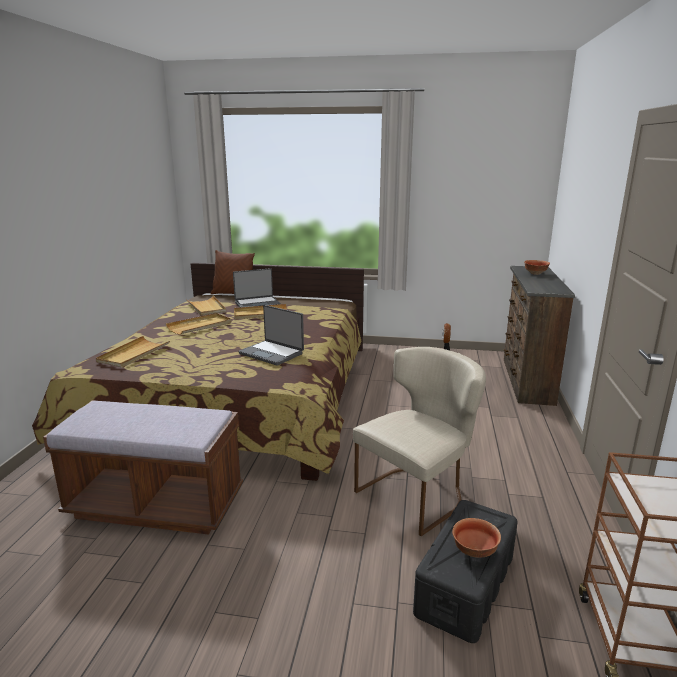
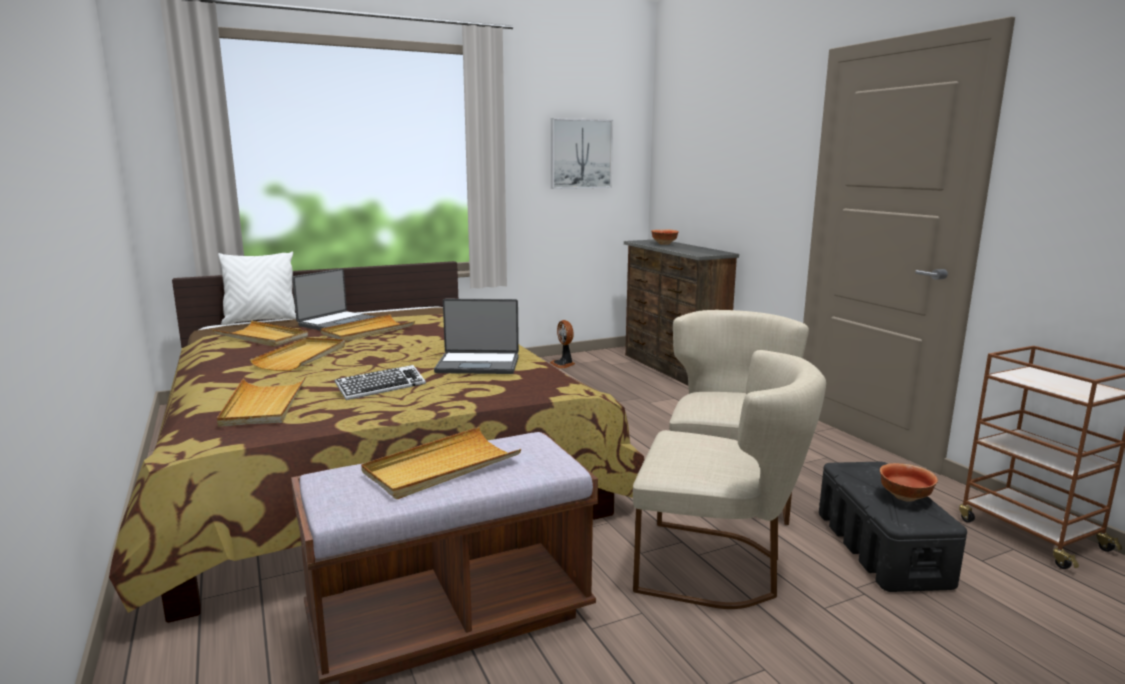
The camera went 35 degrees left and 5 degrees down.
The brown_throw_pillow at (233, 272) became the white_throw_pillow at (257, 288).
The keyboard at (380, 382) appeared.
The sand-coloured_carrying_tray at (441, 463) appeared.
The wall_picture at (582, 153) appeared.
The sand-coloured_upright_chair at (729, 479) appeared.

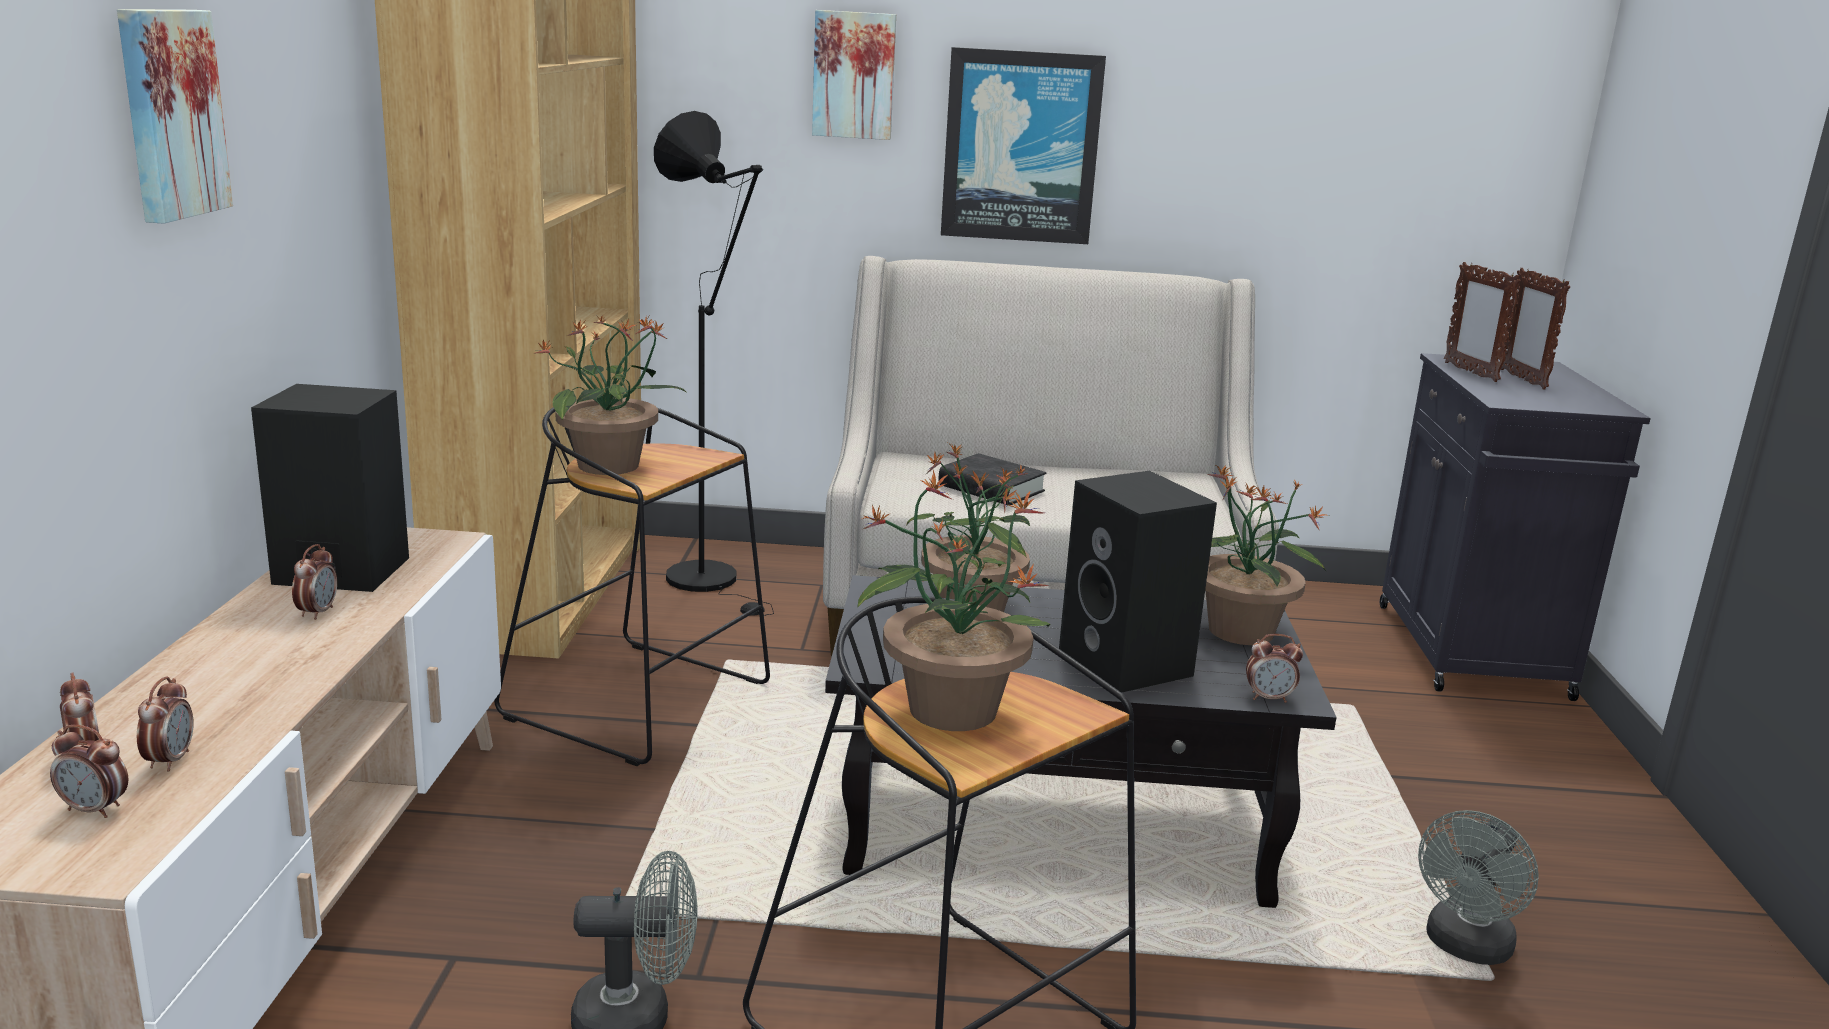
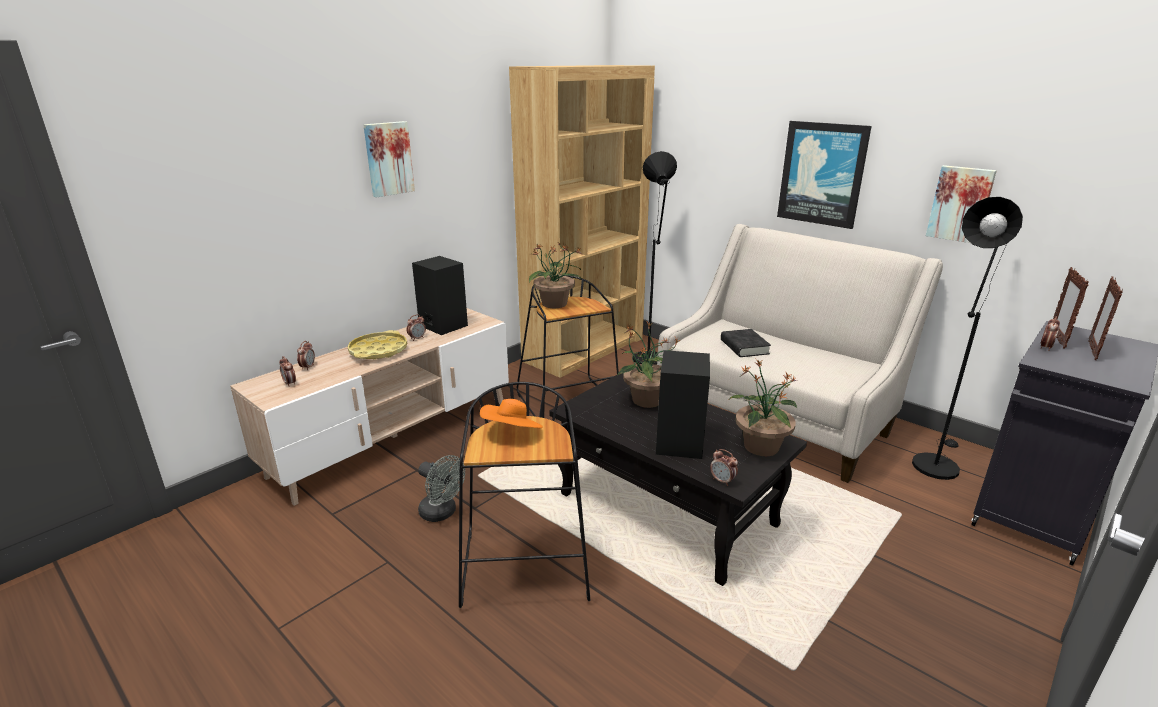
The camera went 40 degrees right and 5 degrees up.
The yellow_carrying_tray at (377, 344) appeared.
The potted_plant at (953, 600) was replaced by the orange-coloured_hat at (511, 413).
The black-coloured_standing_lamp at (967, 338) appeared.
The wall_picture moved from (854, 75) to (961, 204).
The alarm_clock moved from (165, 724) to (1050, 333).
The gray_electric_fan at (1478, 887) disappeared.

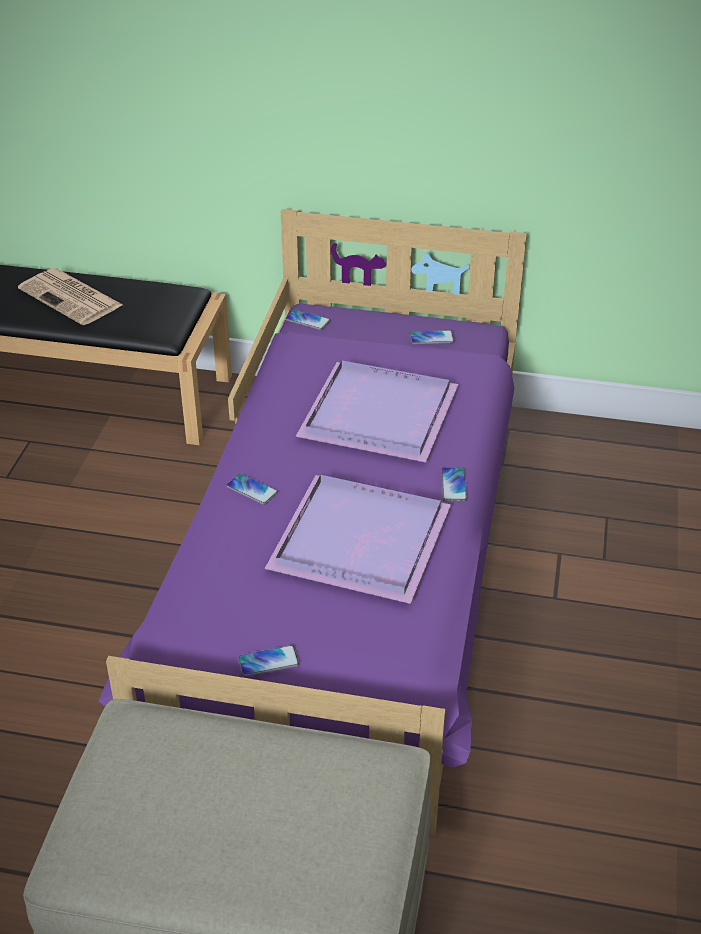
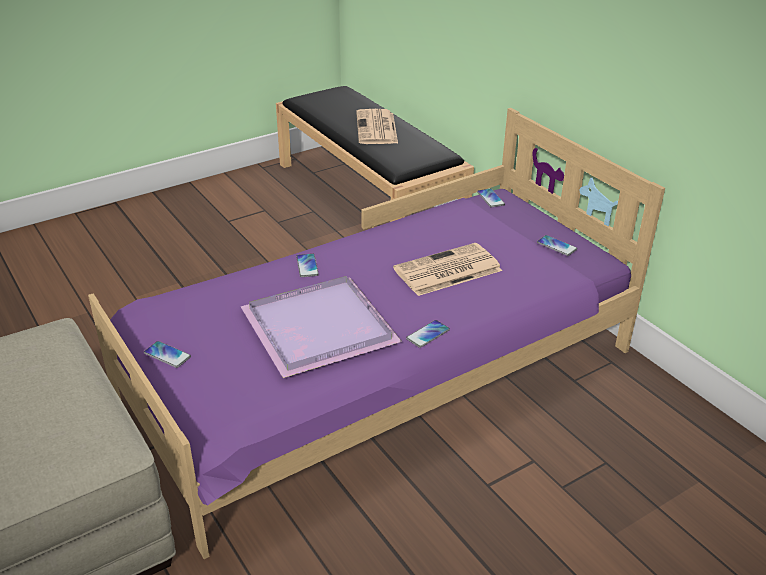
The camera went 45 degrees right and 5 degrees down.
The purplish_carrying_tray at (377, 411) was replaced by the daily_paper at (447, 269).

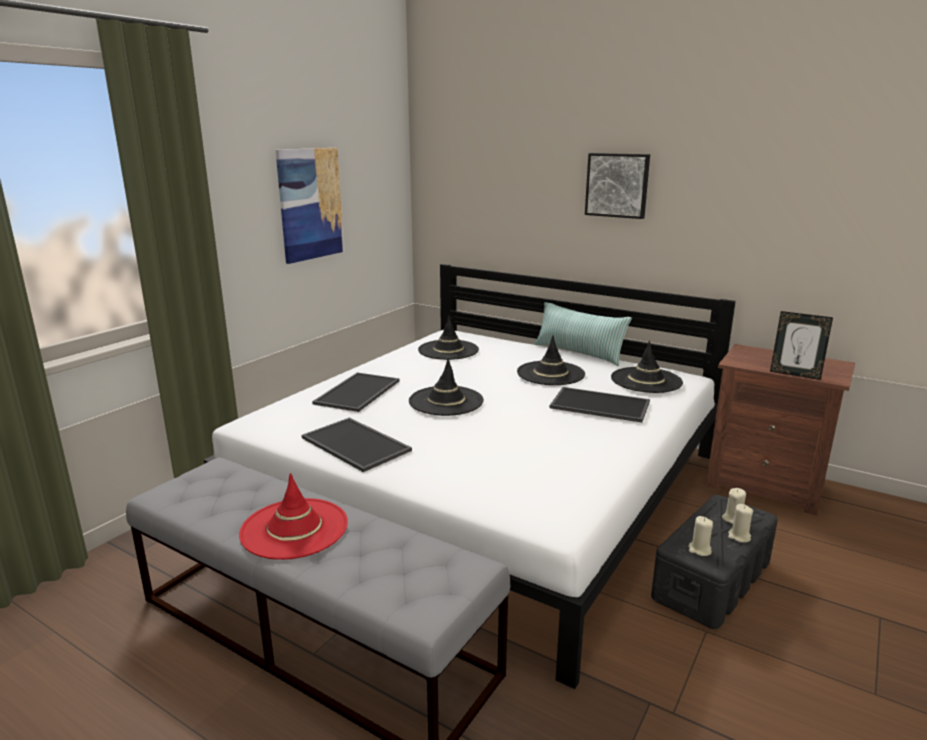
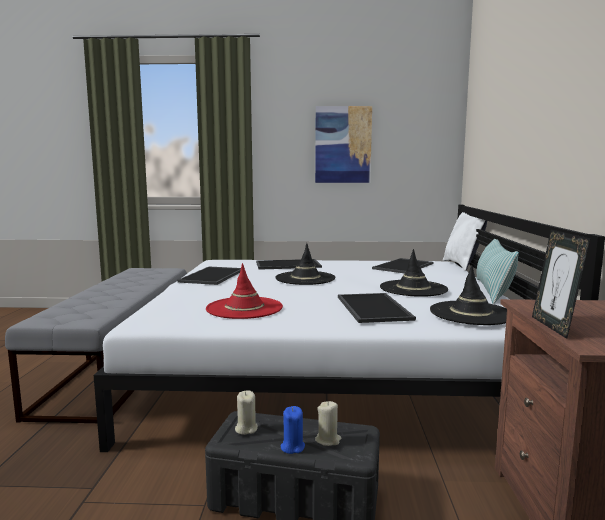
The camera went 60 degrees right and 10 degrees down.
The reddish_hat moved from (293, 516) to (244, 291).
The sand-coloured_wax_candle at (740, 523) became the blue_wax_candle at (293, 430).
The black-coloured_hat at (448, 337) was replaced by the carrying_tray at (402, 265).
The white_throw_pillow at (465, 241) appeared.
The wall_picture at (617, 186) disappeared.

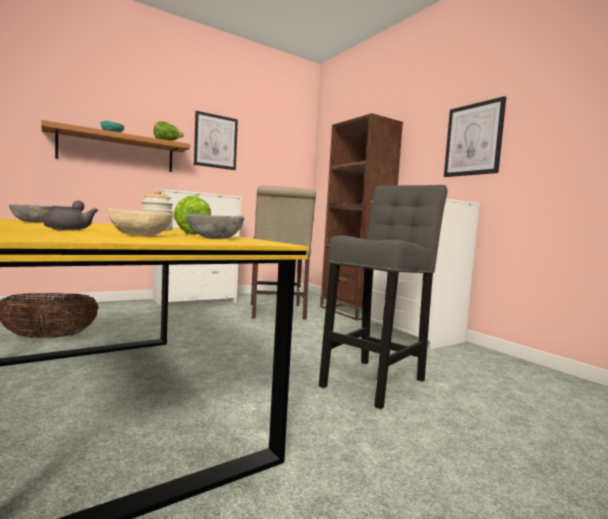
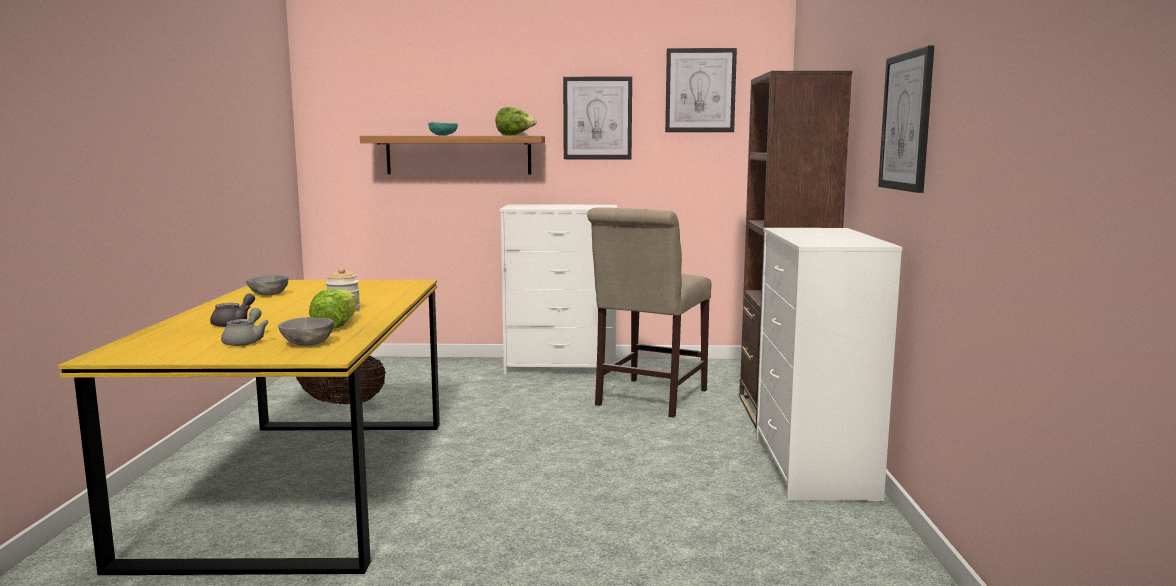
The camera went 35 degrees right and 5 degrees up.
The sand-coloured_bowl at (140, 221) was replaced by the gray_teapot at (245, 327).
The wall_picture at (701, 90) appeared.
The gray_sitting_stool at (383, 297) disappeared.

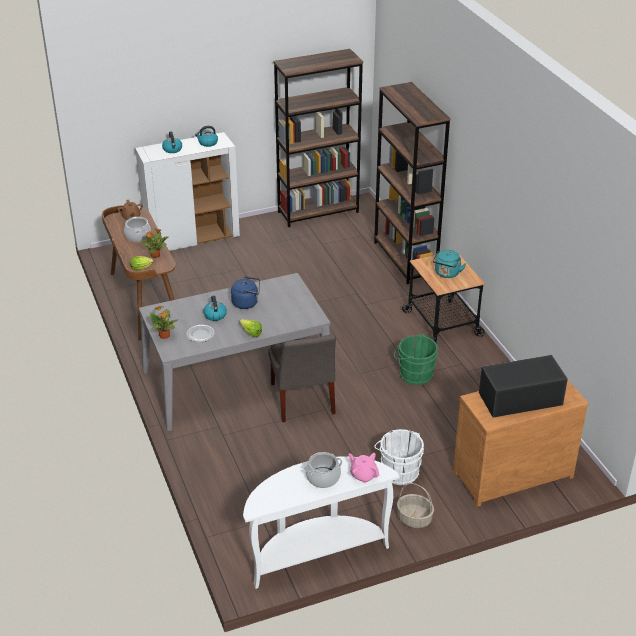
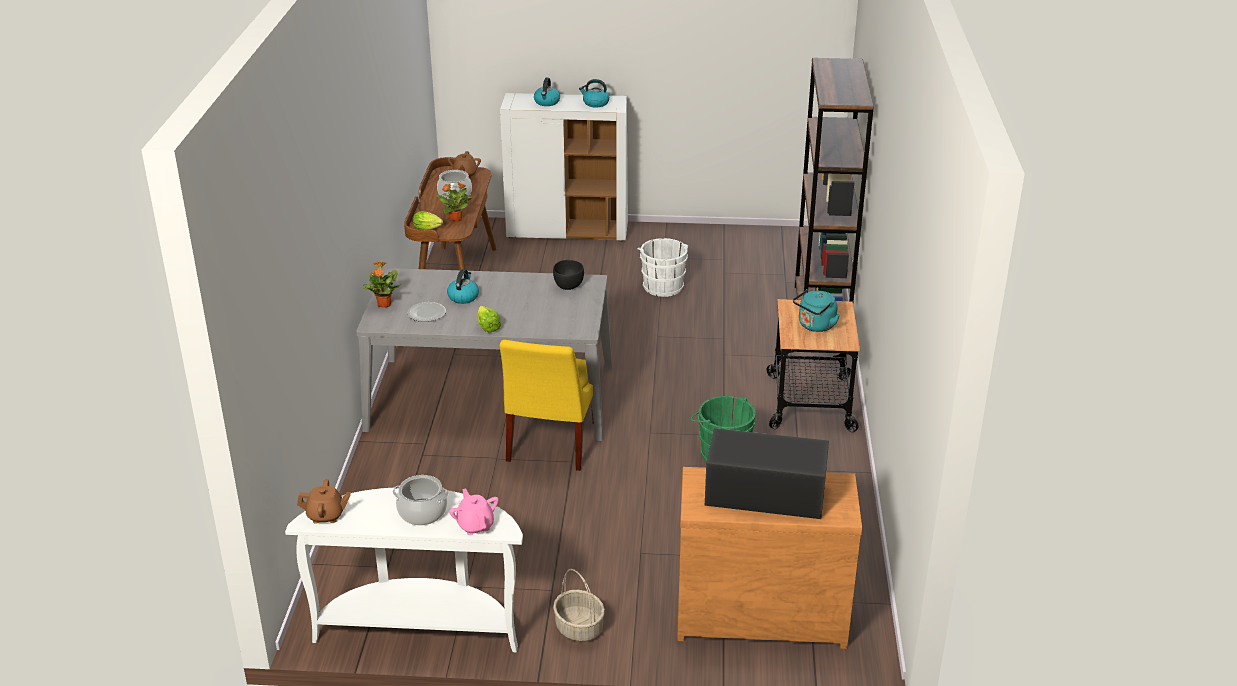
The camera went 25 degrees right and 5 degrees down.
The brown_teapot at (324, 501) appeared.
The gray_upright_chair at (302, 378) became the yellow_upright_chair at (547, 405).
The black-coloured_bowl at (568, 275) appeared.
The white_pail moved from (399, 457) to (662, 267).
The blue_water_kettle at (245, 292) disappeared.
The brown_bookshelf at (318, 138) disappeared.

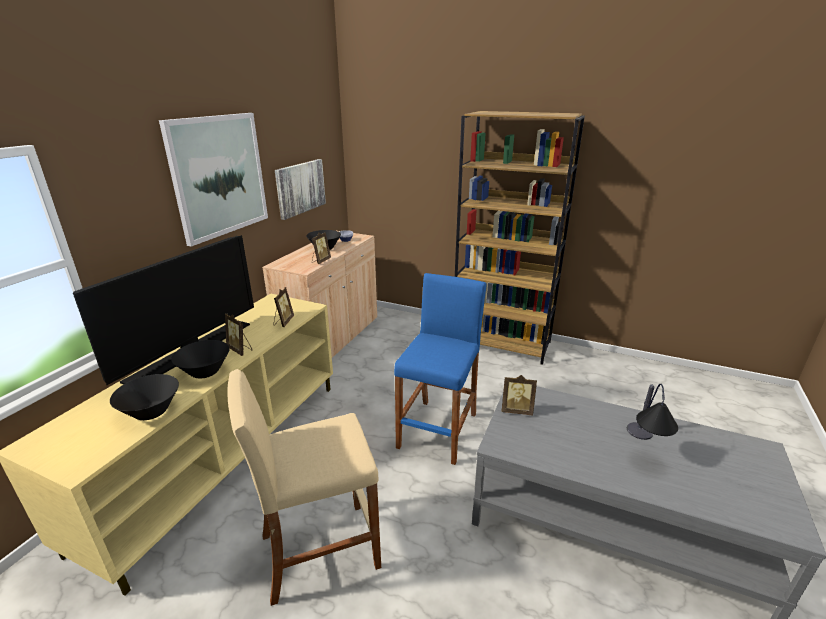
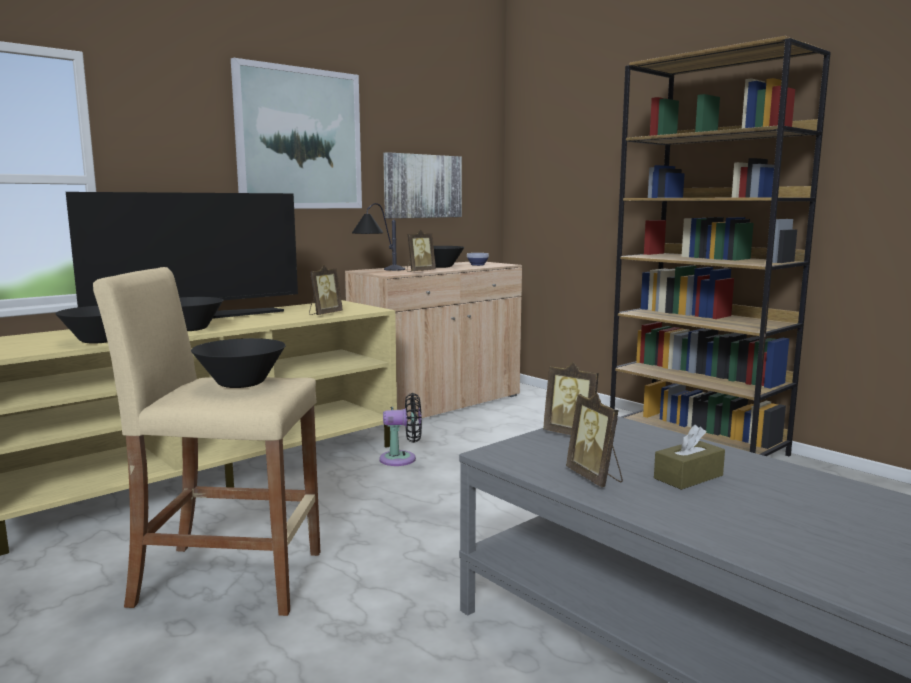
The camera went 25 degrees right and 15 degrees down.
The black-coloured_bowl at (238, 363) appeared.
The lamp_for_a_table moved from (652, 411) to (378, 237).
The black-coloured_electric_fan at (400, 429) appeared.
The picture_frame moved from (239, 335) to (594, 440).
The brown_box_of_tissues at (689, 457) appeared.
The blue_sitting_stool at (440, 369) disappeared.

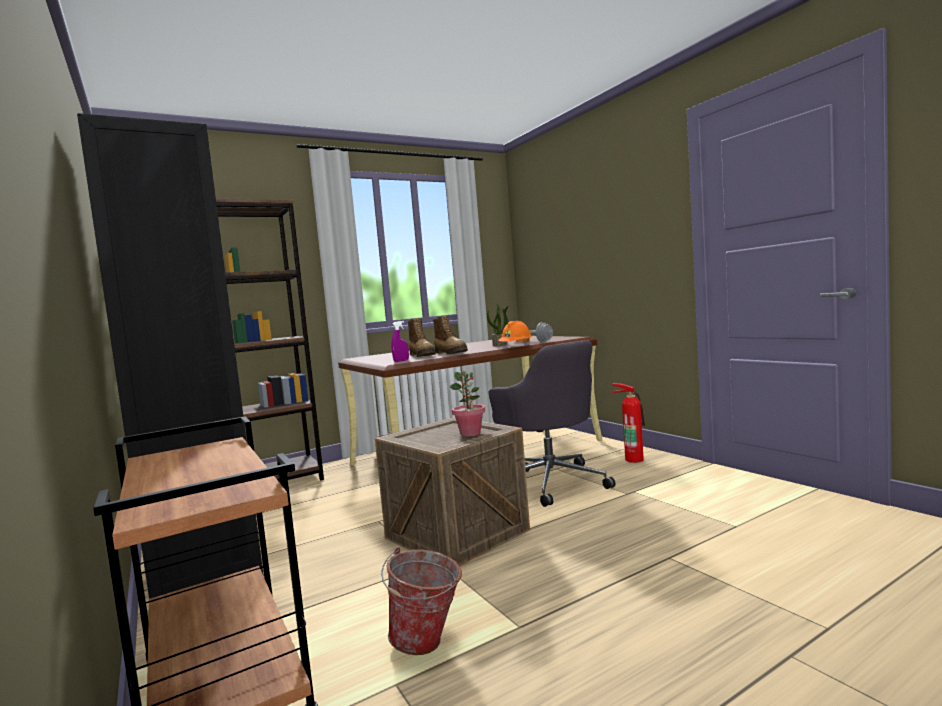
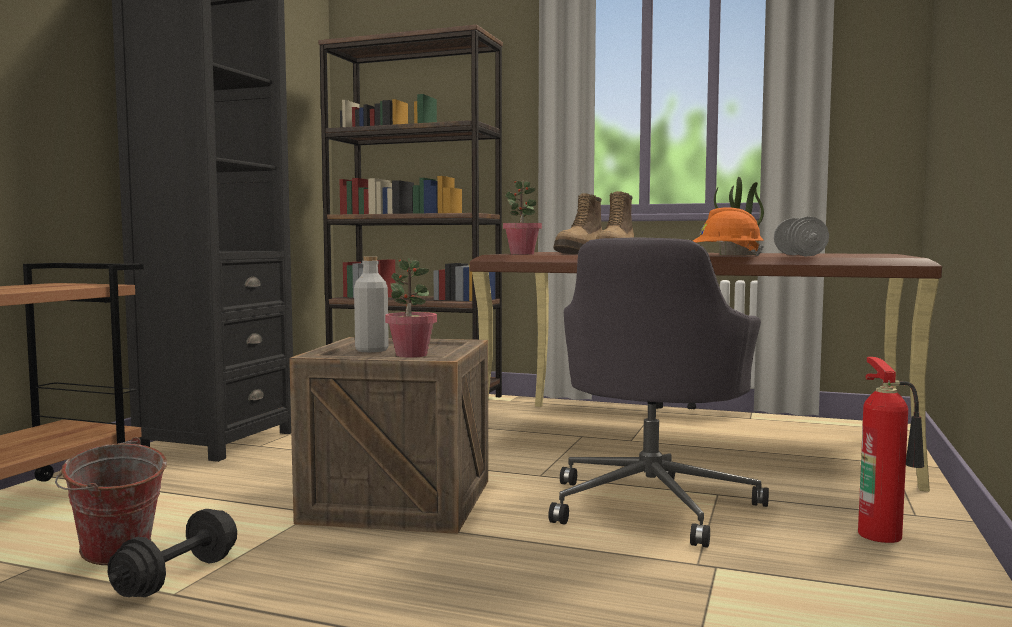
The camera went 50 degrees right and 0 degrees up.
The black-coloured_hand_weight at (172, 553) appeared.
The gray_beverage_bottle at (371, 304) appeared.
The purplish_sprayer at (400, 341) was replaced by the potted_plant at (522, 217).

